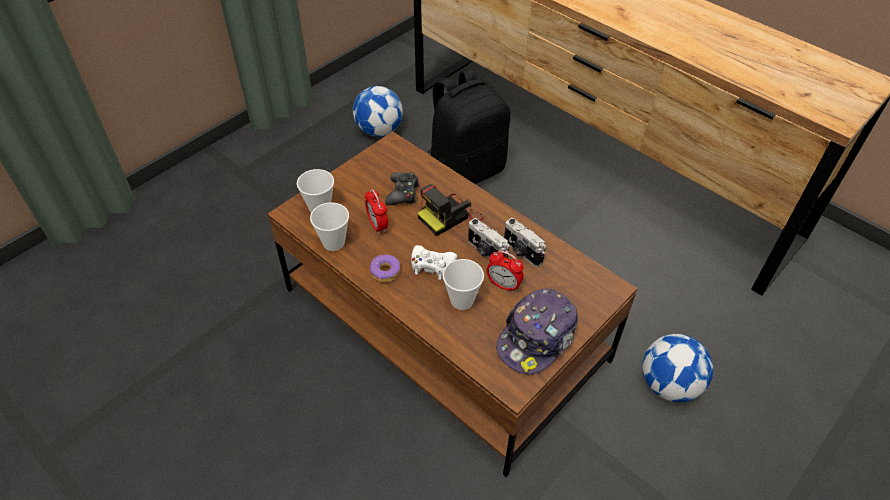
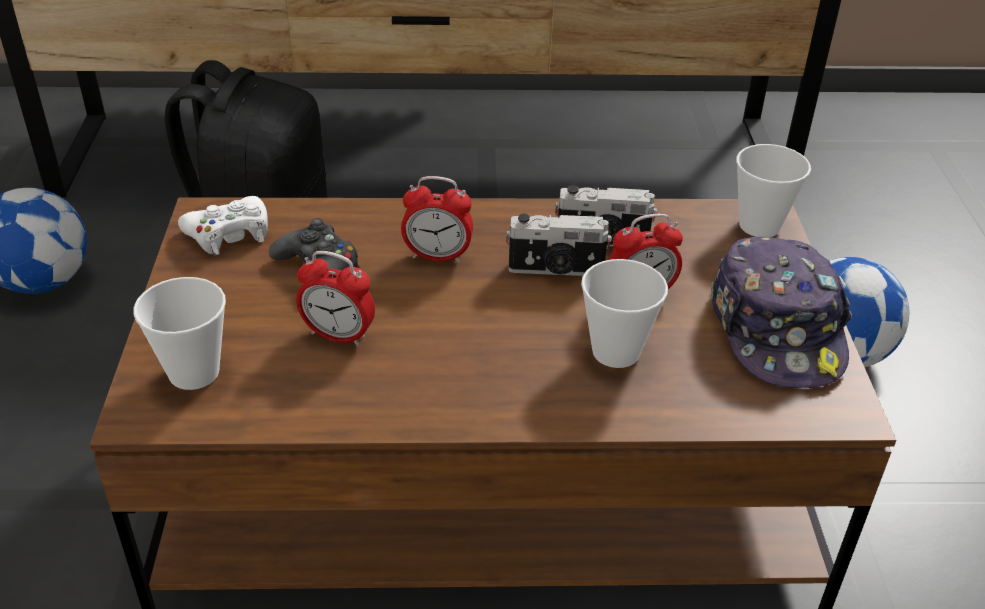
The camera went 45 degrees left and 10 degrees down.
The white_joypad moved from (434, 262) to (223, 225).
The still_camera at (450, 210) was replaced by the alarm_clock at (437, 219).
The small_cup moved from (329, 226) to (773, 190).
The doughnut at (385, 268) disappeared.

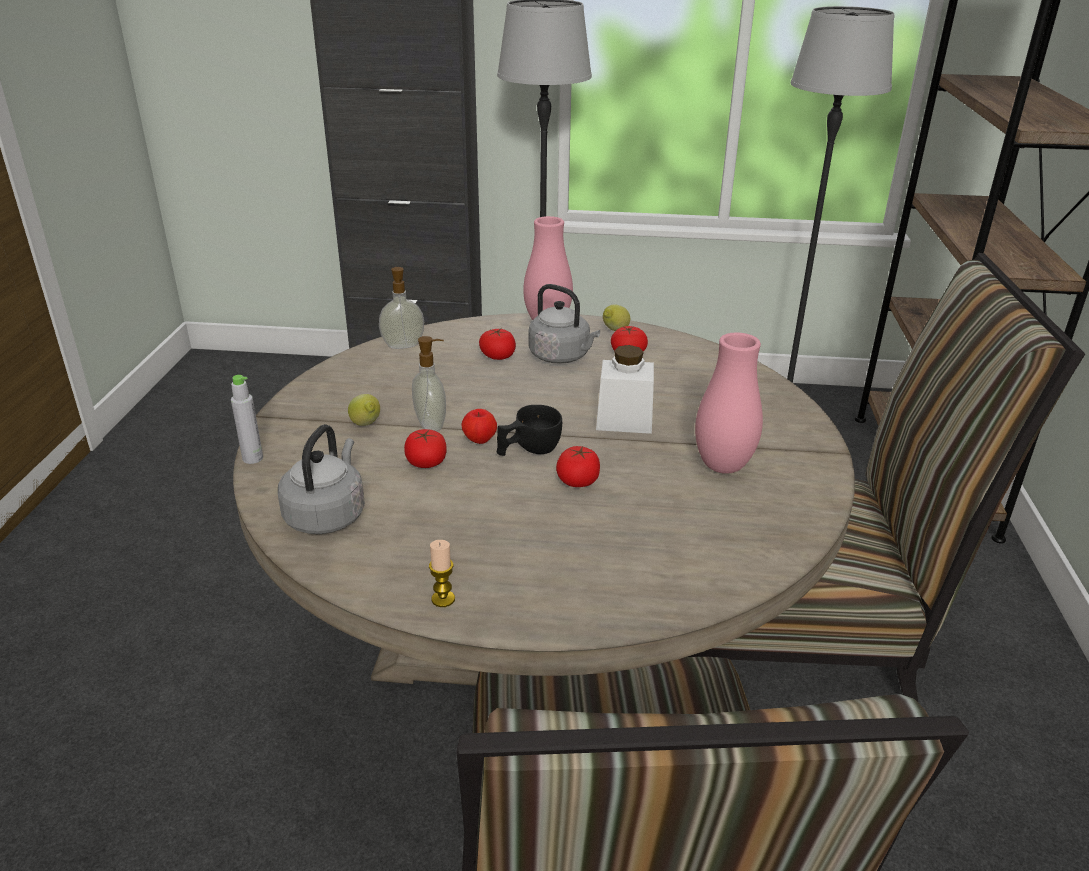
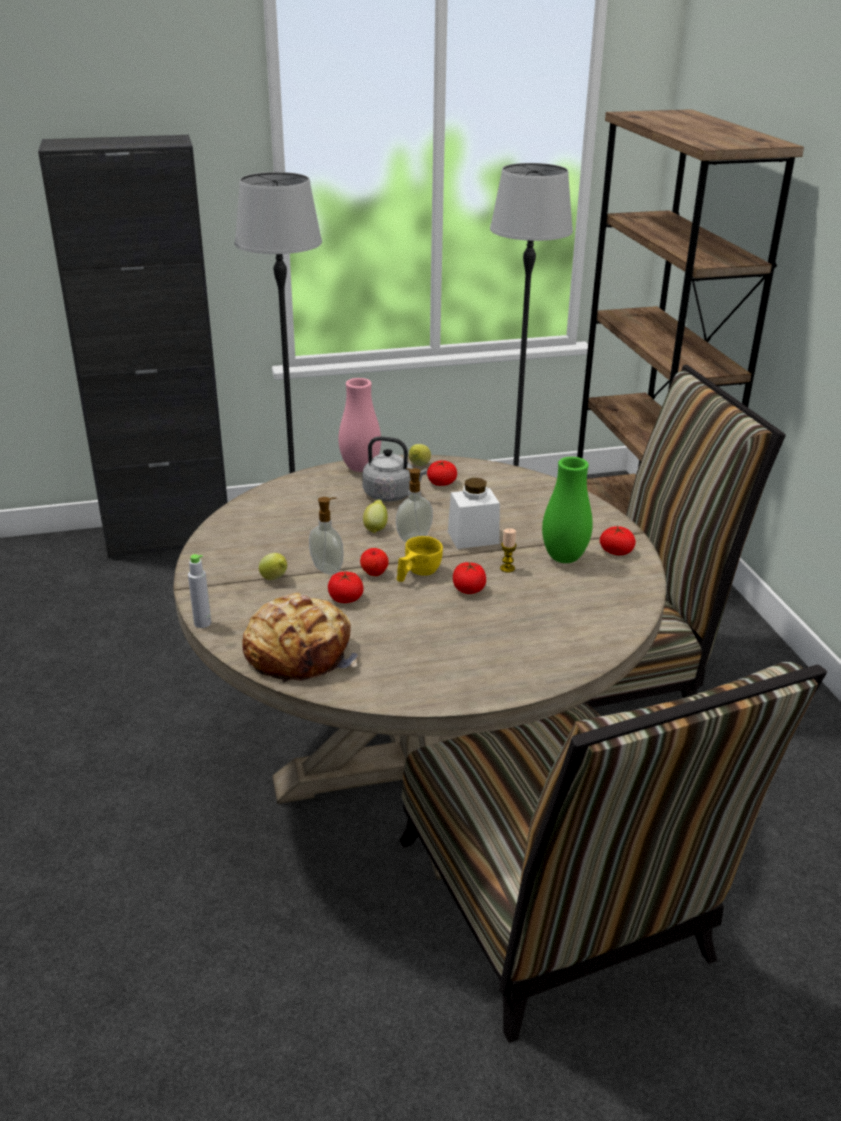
The camera went 20 degrees left and 0 degrees up.
The gray_water_kettle at (321, 479) was replaced by the bakery_bread at (300, 638).
The citrus_fruit at (375, 516) appeared.
The soap_bottle moved from (401, 308) to (414, 505).
The black-coloured_small_cup at (529, 430) became the yellow_small_cup at (420, 559).
The wax_candle moved from (442, 573) to (508, 550).
The pinkish_vase at (729, 403) became the greenish_vase at (567, 510).
The tomato moved from (497, 344) to (618, 540).

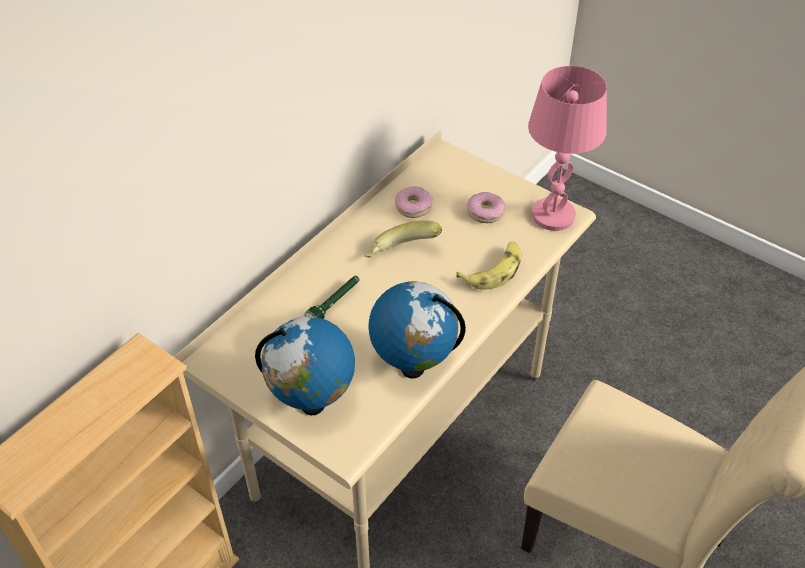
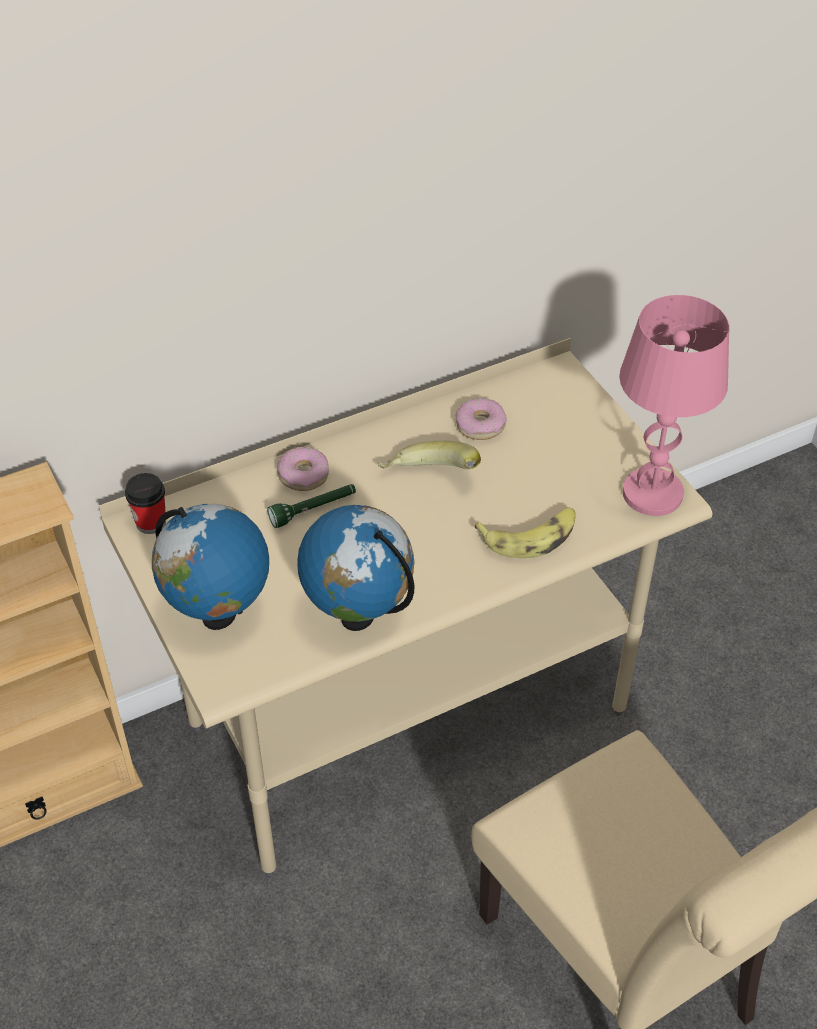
The camera went 25 degrees right and 0 degrees up.
The small_cup at (145, 503) appeared.
The doughnut moved from (486, 207) to (303, 469).

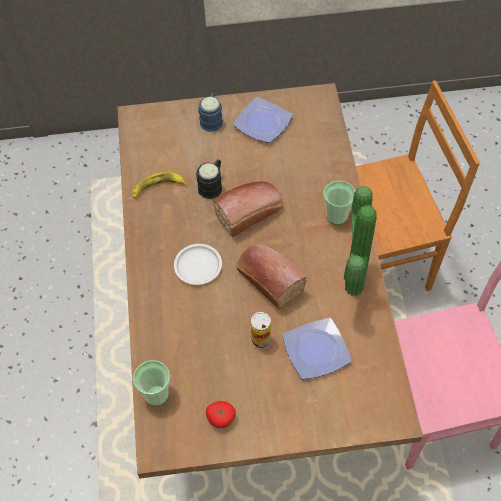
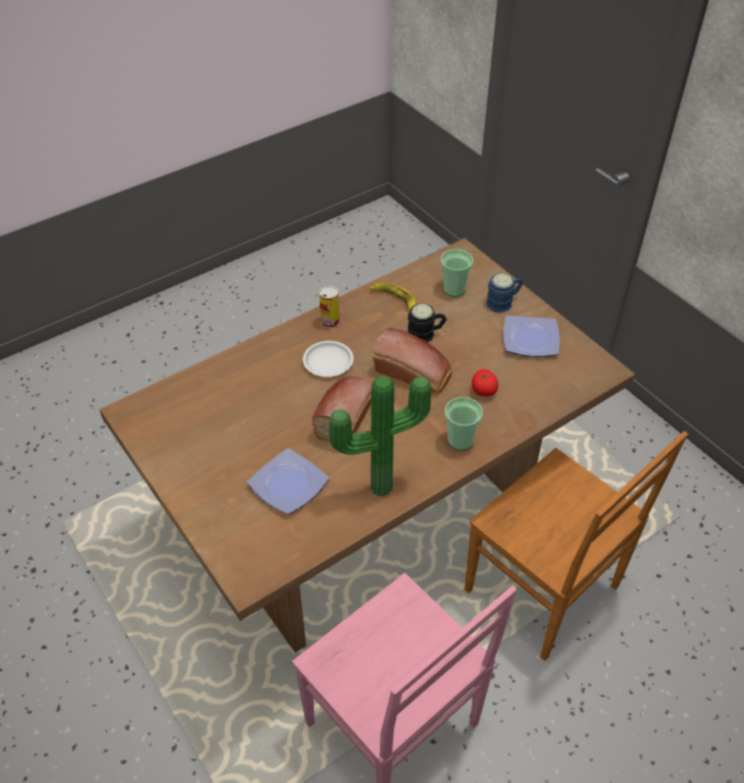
The camera went 60 degrees right and 10 degrees down.
The can moved from (261, 330) to (329, 307).
The small_cup moved from (151, 383) to (457, 273).
The tomato moved from (221, 414) to (485, 382).

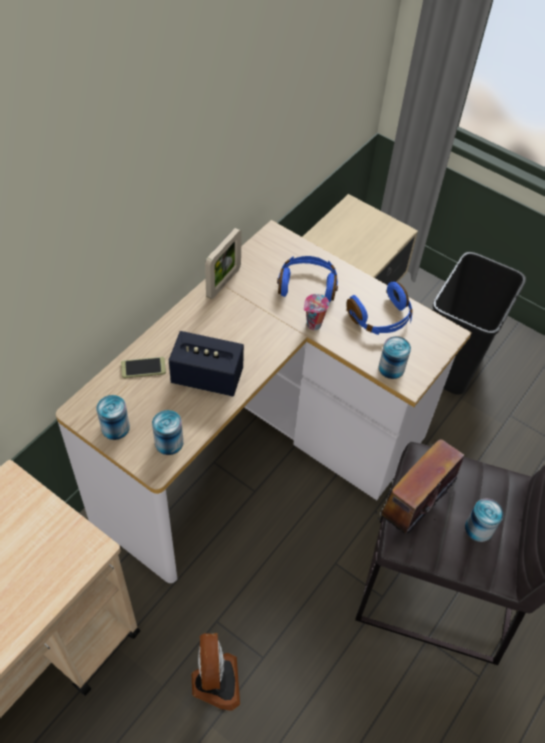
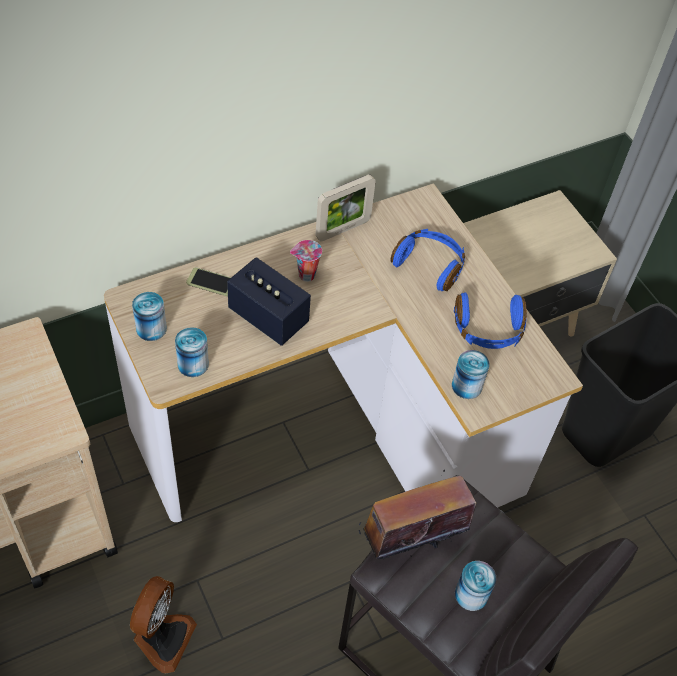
The camera went 25 degrees right and 0 degrees up.
The small_cup moved from (316, 312) to (306, 261).

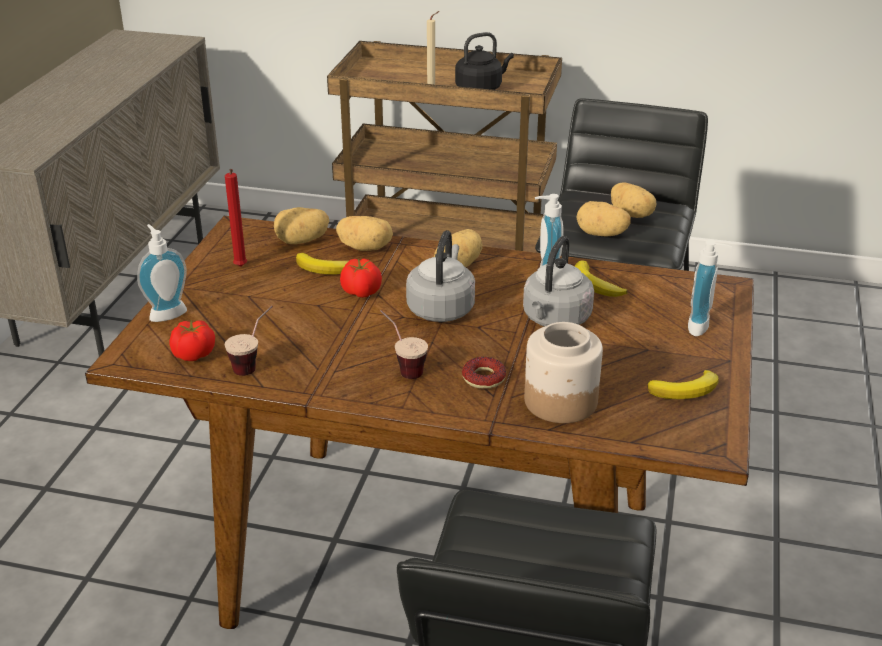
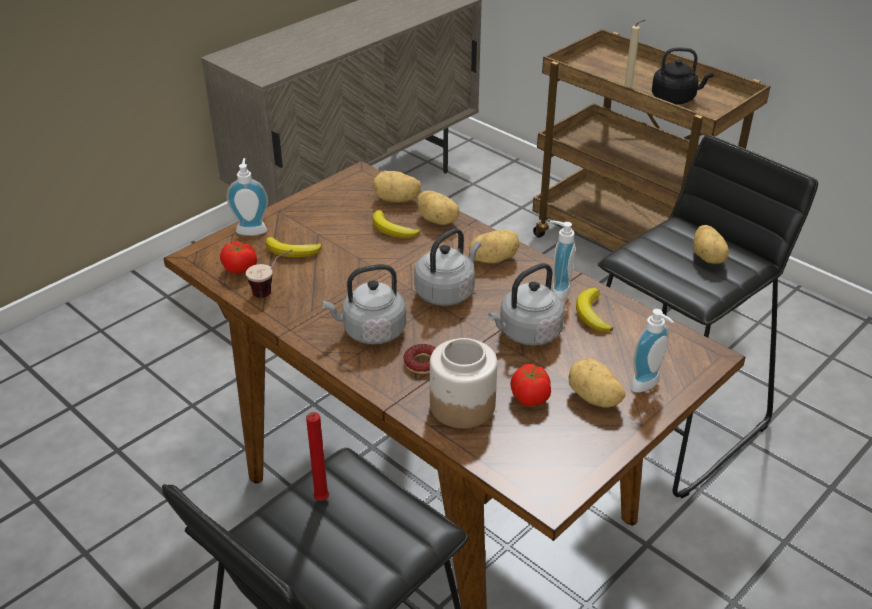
The camera went 30 degrees right and 5 degrees up.
The banana moved from (683, 384) to (293, 247).
The reddish_wax_candle moved from (236, 218) to (317, 456).
The small_cup at (404, 344) was replaced by the gray_water_kettle at (364, 304).
The tomato moved from (361, 278) to (530, 385).
The potato moved from (603, 219) to (596, 383).

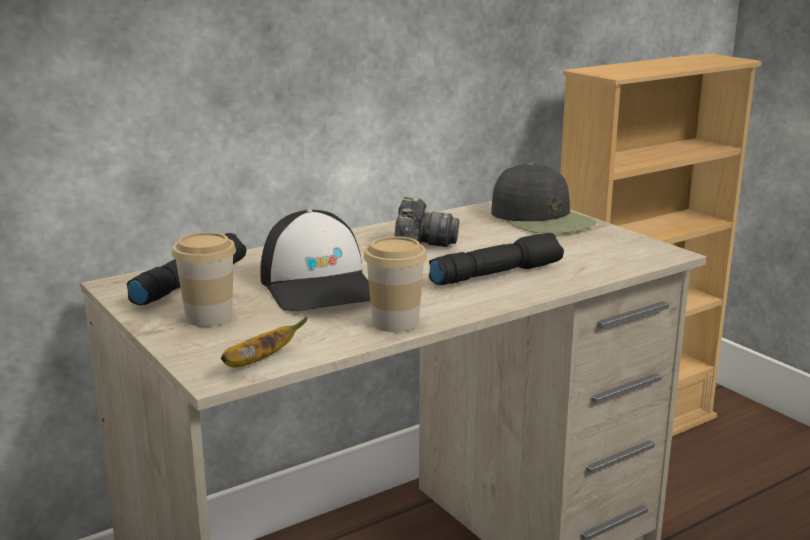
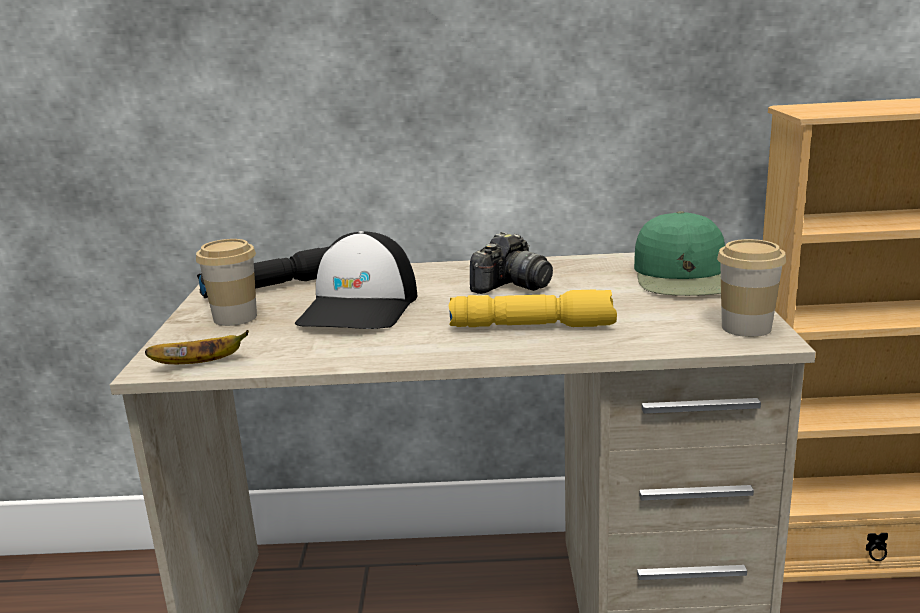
The camera went 35 degrees right and 0 degrees up.
The black-coloured_hand_torch at (496, 259) became the yellow_hand_torch at (533, 308).
The black-coloured_baseball_cap at (543, 198) became the greenish_baseball_cap at (679, 253).
The small_cup moved from (395, 284) to (751, 288).

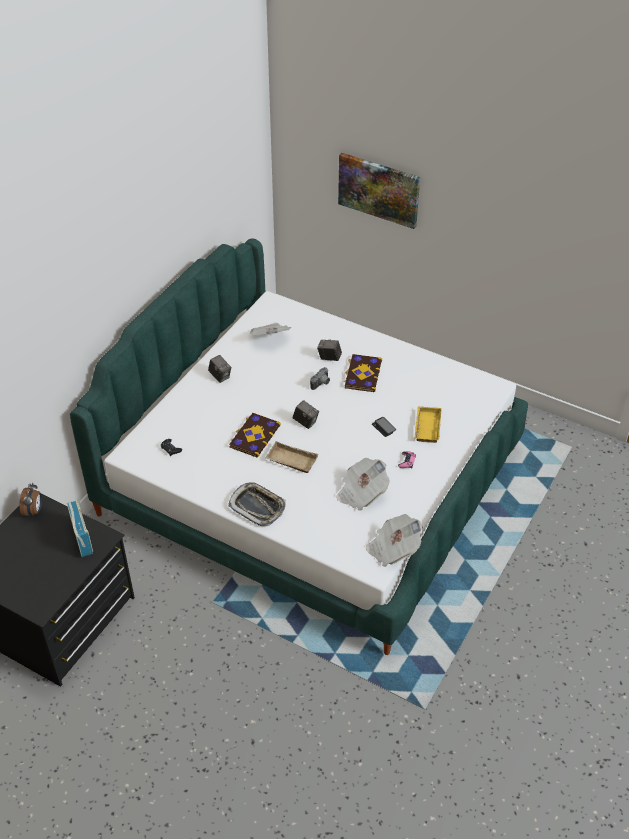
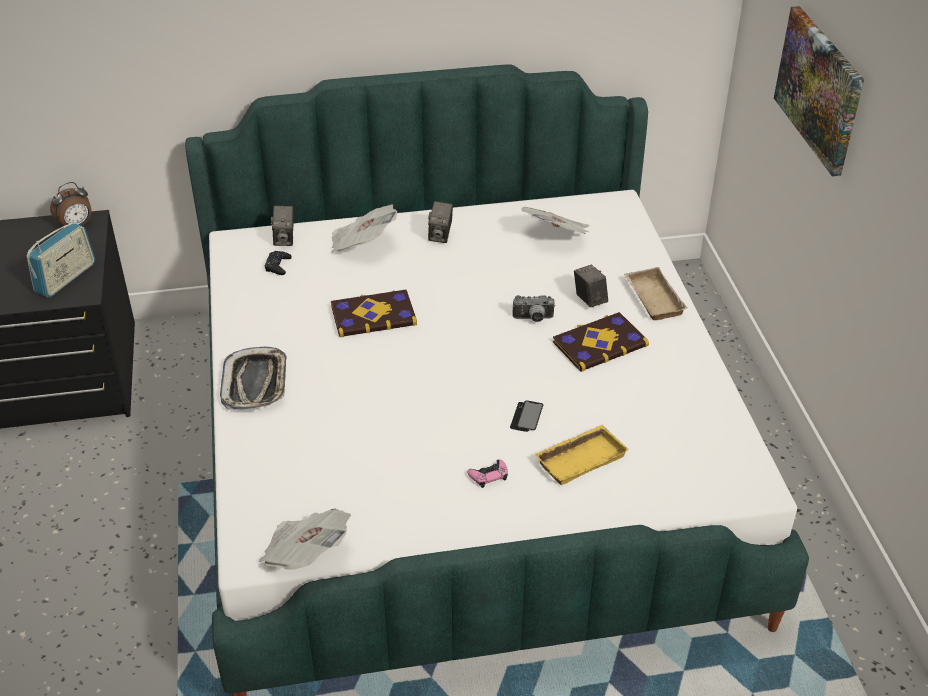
The camera went 50 degrees right and 5 degrees down.
The still_camera moved from (306, 414) to (282, 226).
The daily_paper moved from (363, 484) to (364, 228).
The sand-coloured_carrying_tray moved from (292, 457) to (656, 293).

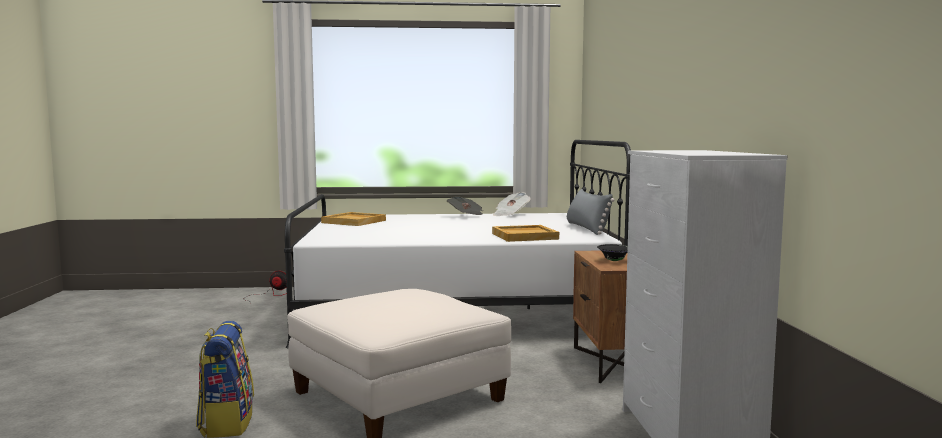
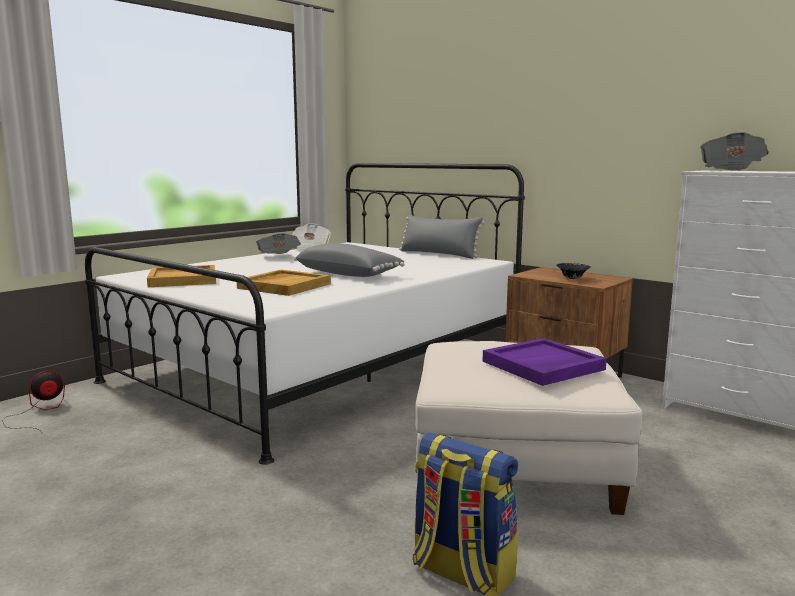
The camera went 45 degrees left and 5 degrees up.
The sand-coloured_carrying_tray moved from (525, 233) to (284, 283).
The gray_throw_pillow at (349, 260) appeared.
The purplish_carrying_tray at (544, 362) appeared.
The daily_paper at (734, 151) appeared.

